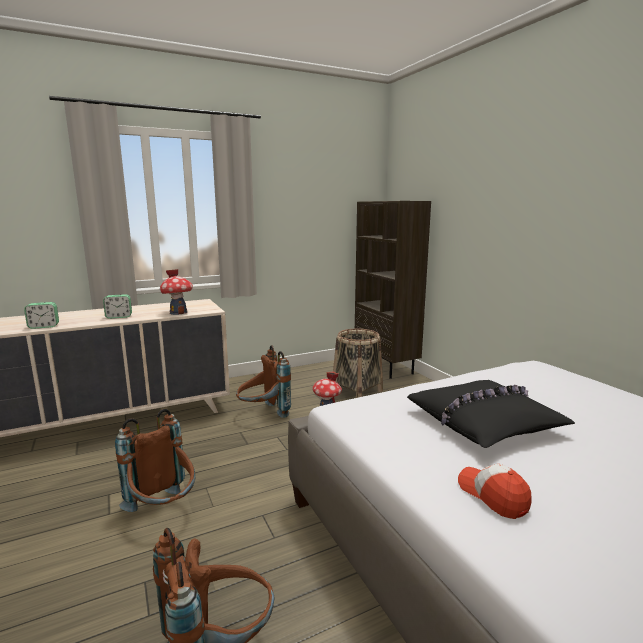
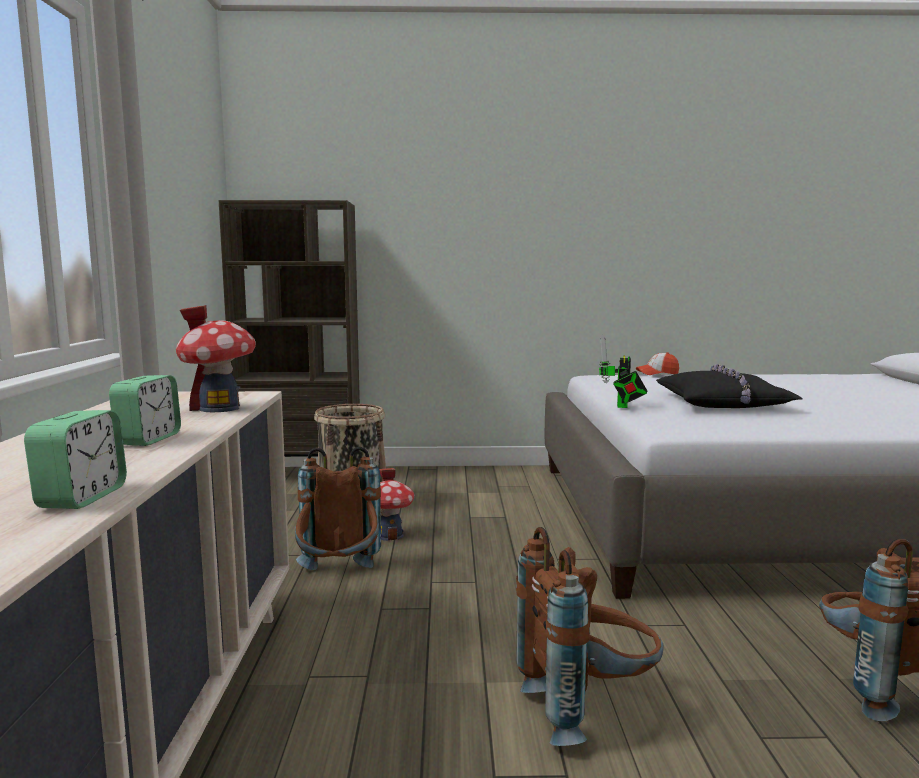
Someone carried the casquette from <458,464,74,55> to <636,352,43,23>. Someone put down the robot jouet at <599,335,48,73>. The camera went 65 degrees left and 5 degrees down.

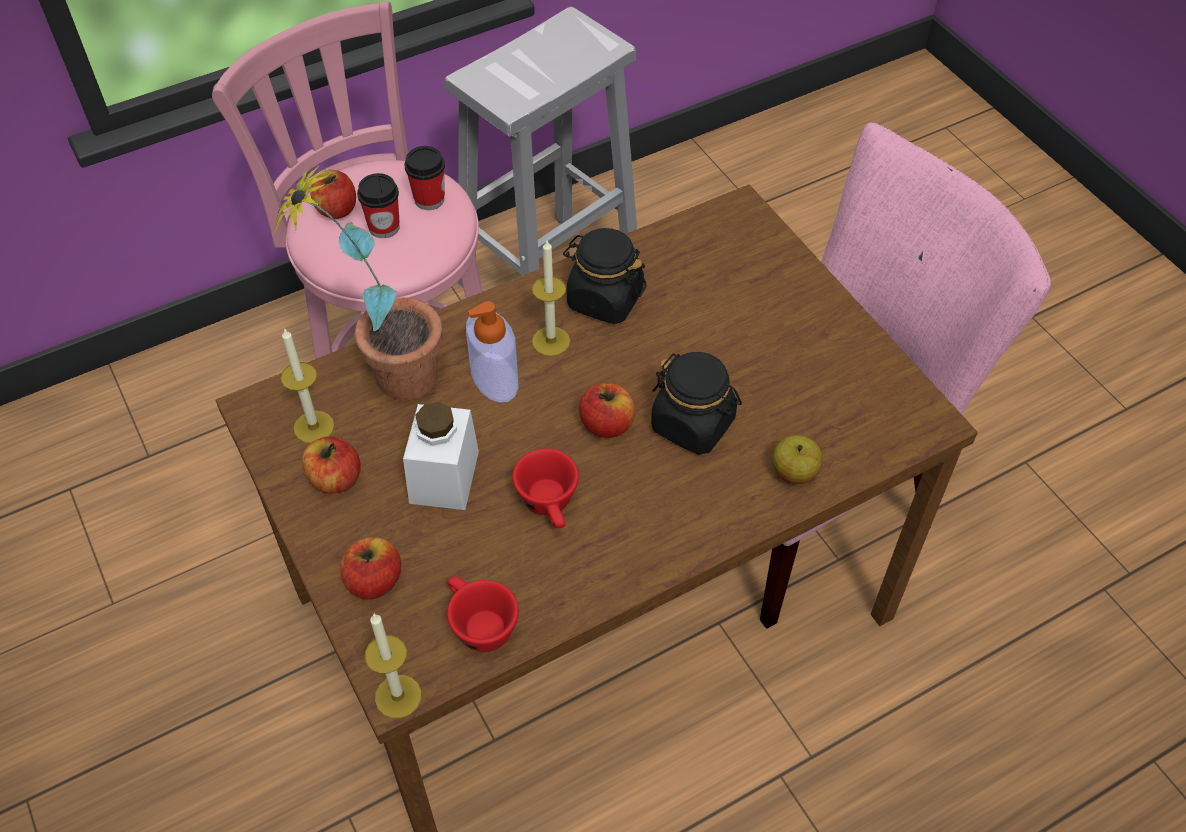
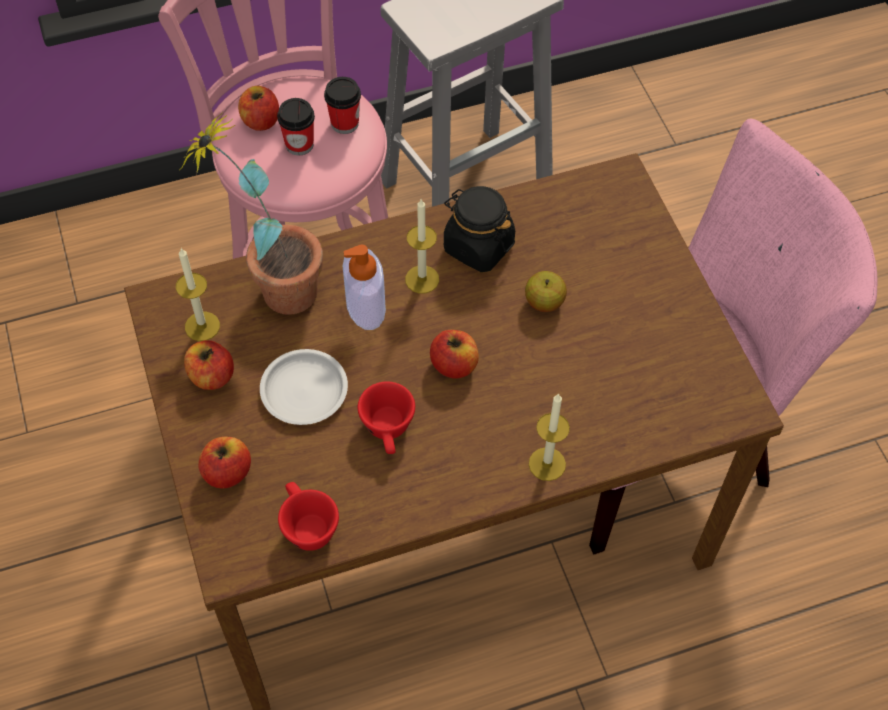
Someone carried the bougie from <365,614,57,105> to <529,393,41,88>. Someone swapped the bocal [blanc] at <403,402,76,108> for the assiette [blanc] at <260,349,88,76>. Someone took away the bocal [noir] at <651,352,91,103>. Someone carried the pomme from <772,435,51,49> to <525,271,42,41>. The camera went 10 degrees right and 5 degrees up.

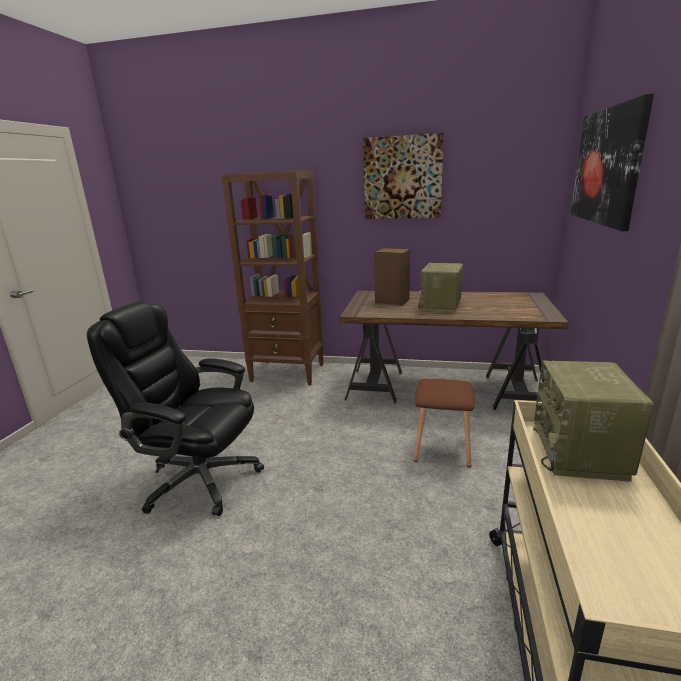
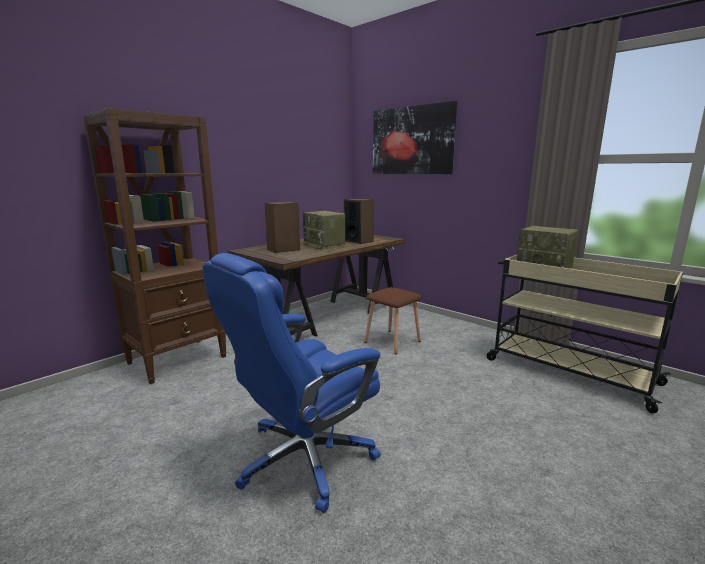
Someone repainted the chaise de bureau [noir] at <87,301,177,215>, which became the chaise de bureau [bleu] at <203,253,178,260>. Someone took away the tableau at <363,133,81,86>. Someone put down the enceinte at <344,198,30,46>. The camera went 60 degrees left and 5 degrees down.

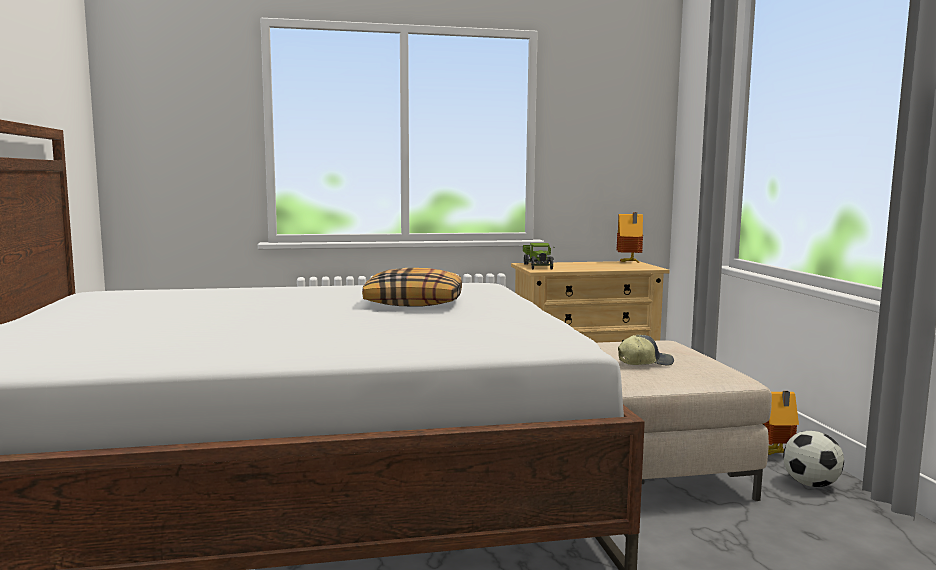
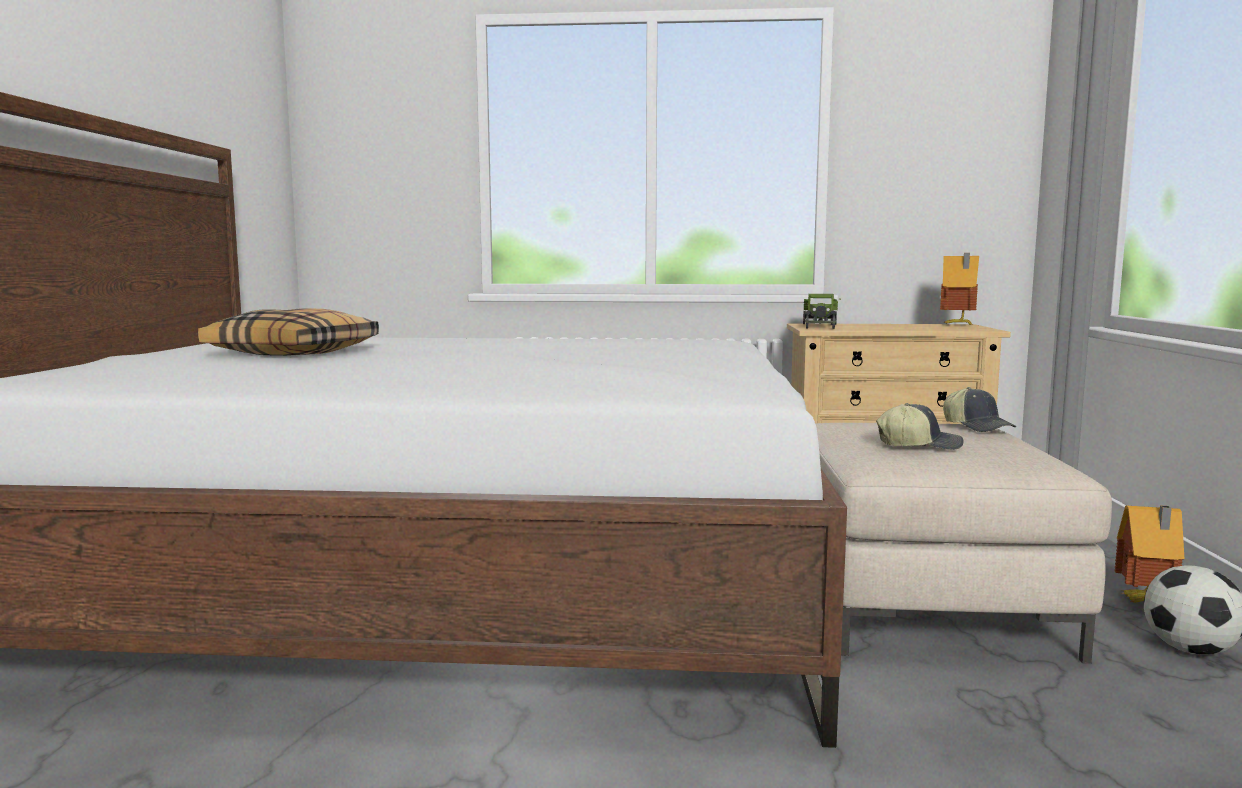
Someone carried the coussin from <362,268,100,38> to <198,308,181,48>. Someone put down the casquette at <943,387,73,45>. The camera went 15 degrees right and 0 degrees up.

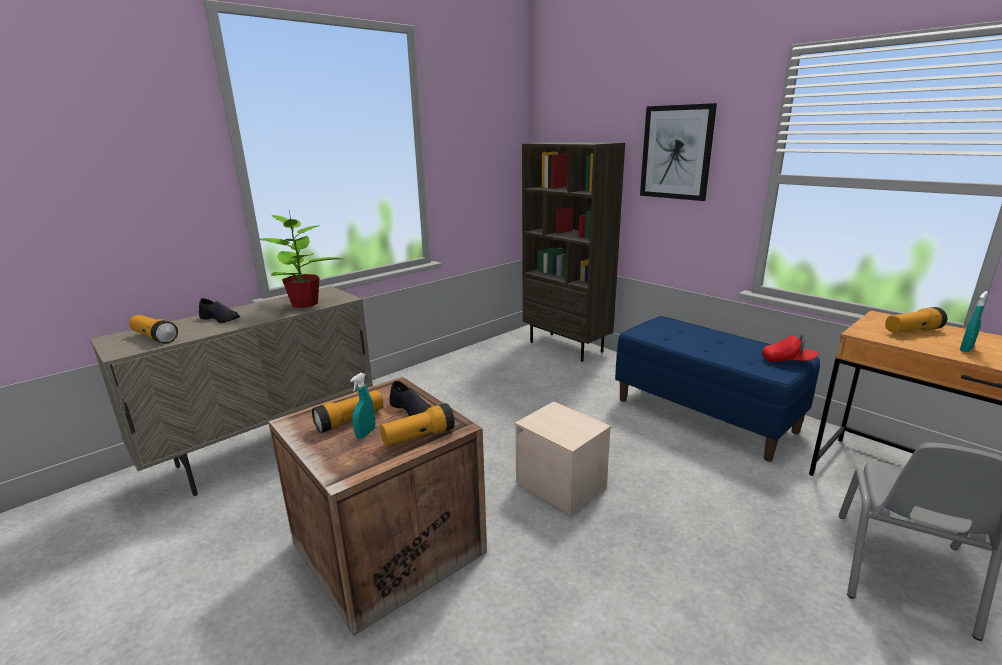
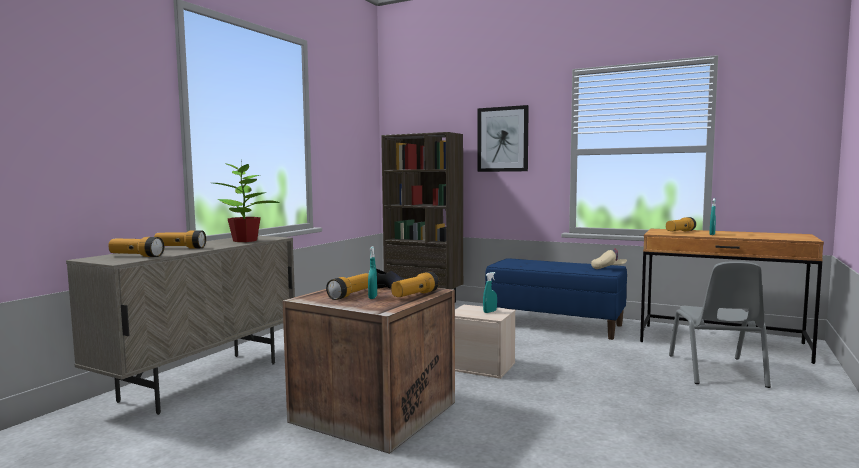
Someone swapped the chaussure [noir] at <199,298,41,25> for the lampe de poche at <154,230,52,18>. Someone repainted the casquette [rouge] at <762,334,56,28>, which became the casquette [beige] at <591,248,36,21>. Someone put down the vaporisateur [turquoise] at <483,272,14,41>. The camera went 20 degrees left and 15 degrees down.

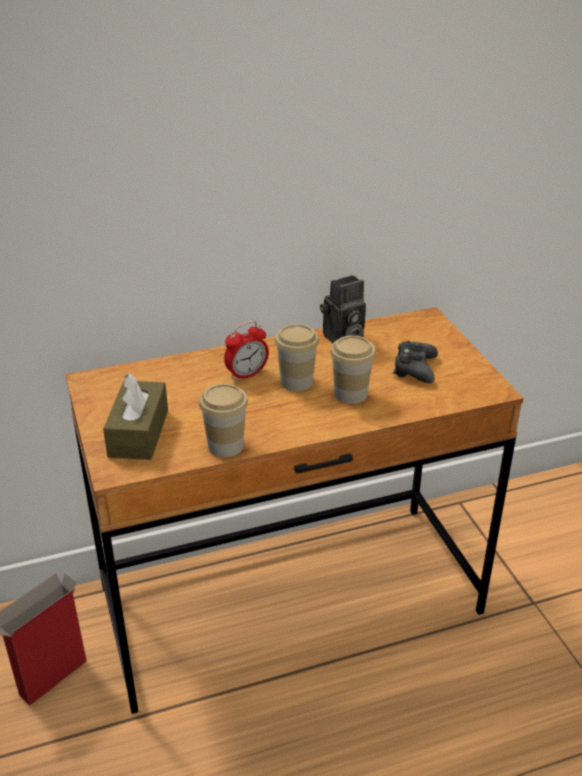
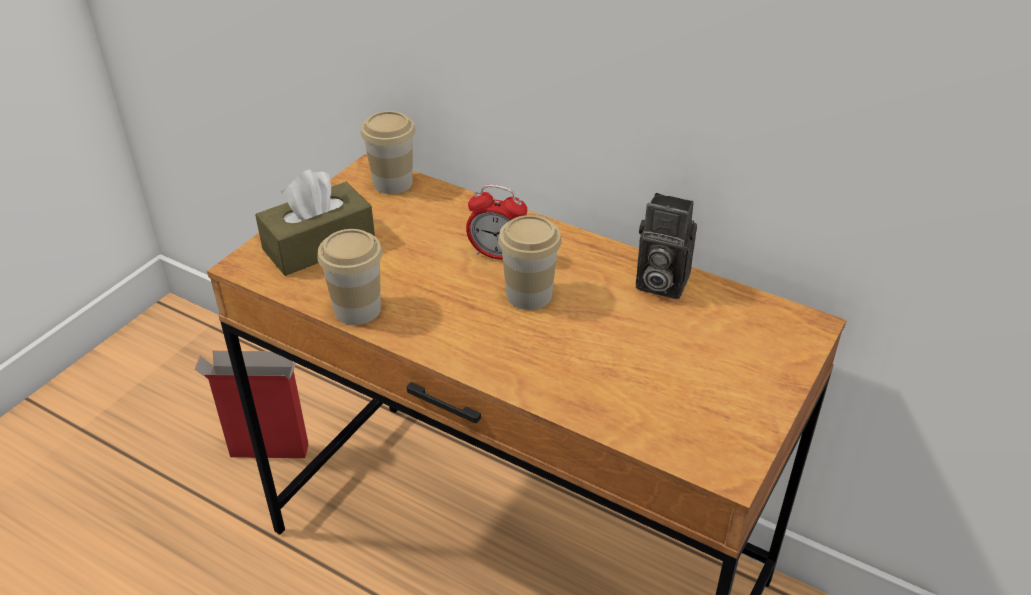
Someone carried the tasse from <330,335,46,69> to <361,111,54,83>. Someone took away the manette [noir] at <393,341,45,42>. The camera went 50 degrees right and 5 degrees up.

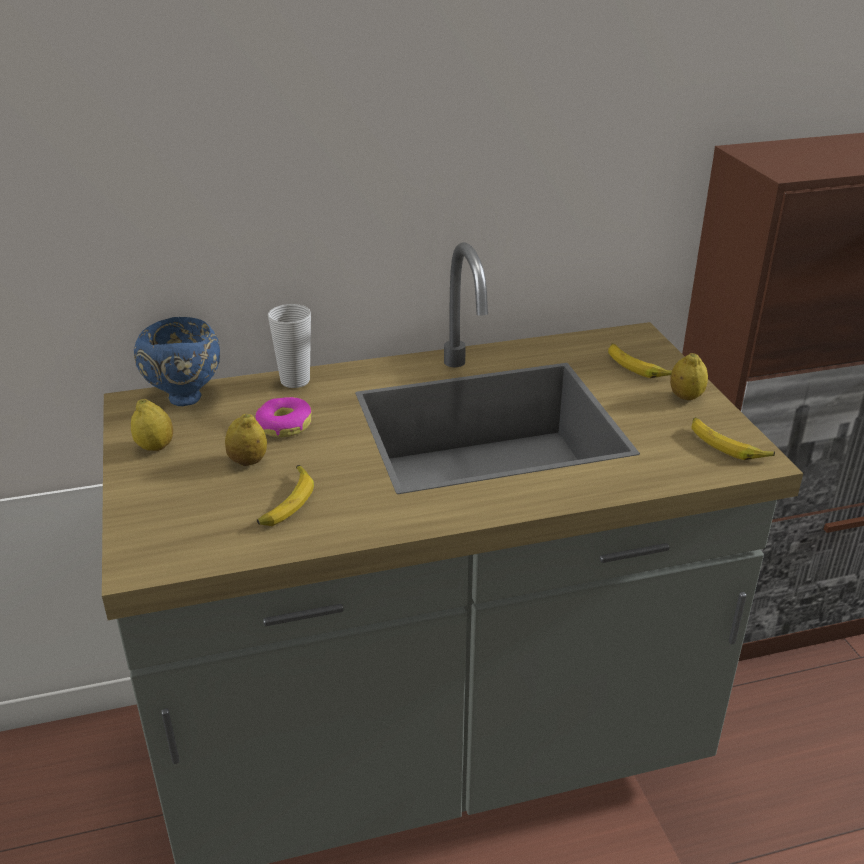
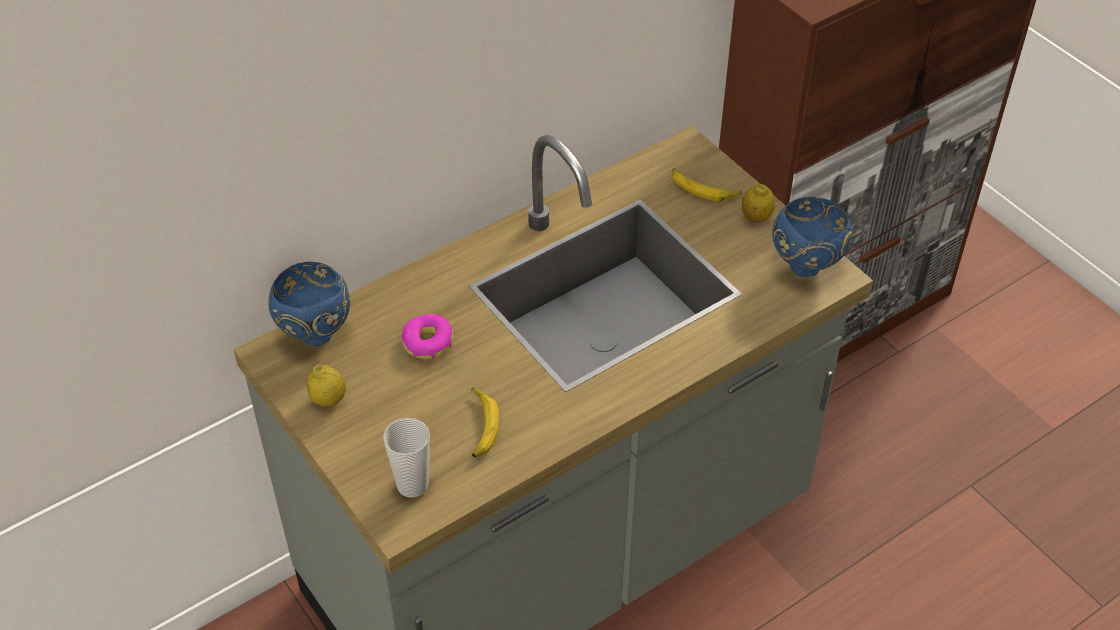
Someone took away the citron at <225,413,42,53>. Someone carried the tasse from <268,304,43,84> to <383,418,47,80>. Someone swapped the banane at <691,417,84,43> for the bol [bleu] at <772,197,80,80>. The camera went 20 degrees left and 15 degrees up.

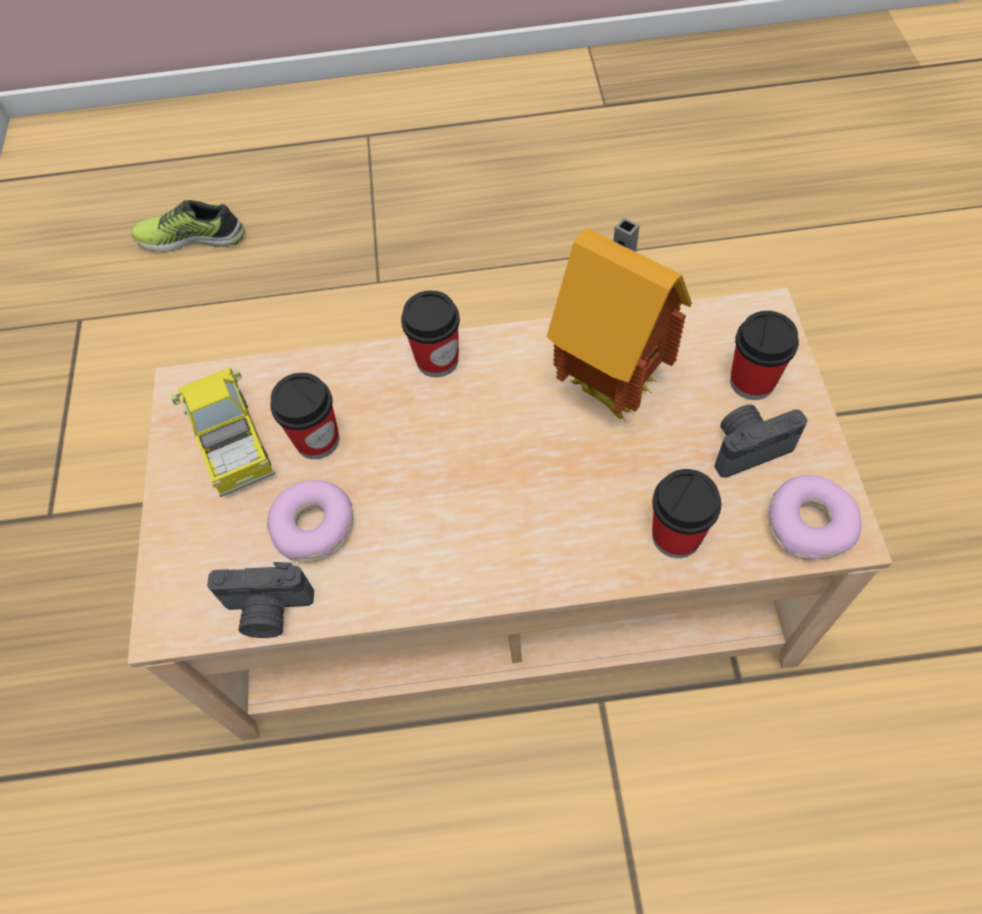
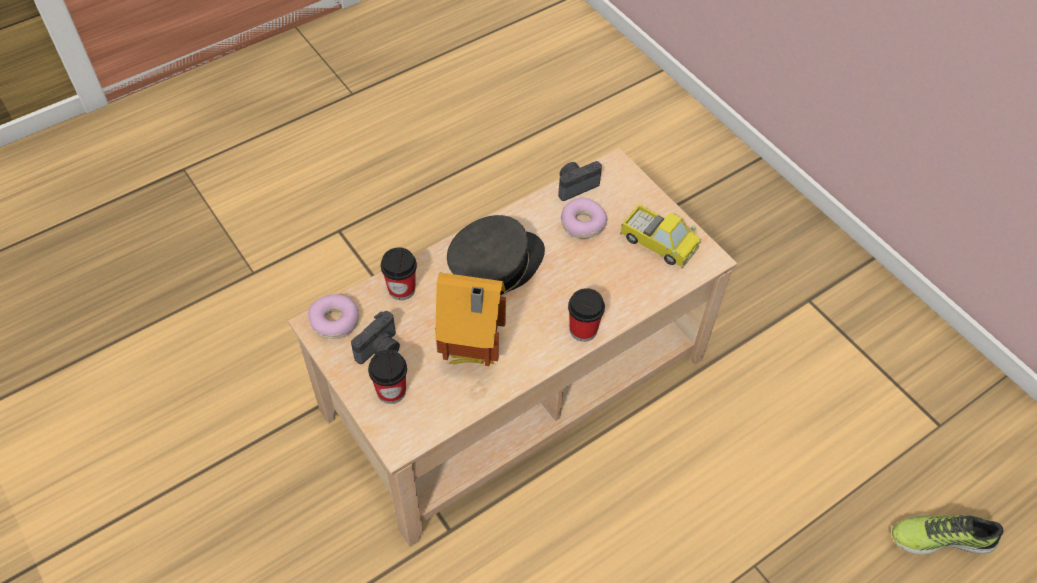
Someone rotated the chaussure at <131,200,114,52> by 150 degrees counterclockwise. Someone took away the tasse at <270,373,69,86>. Someone put down the casquette [gris] at <447,215,98,80>. The camera went 145 degrees right and 5 degrees down.

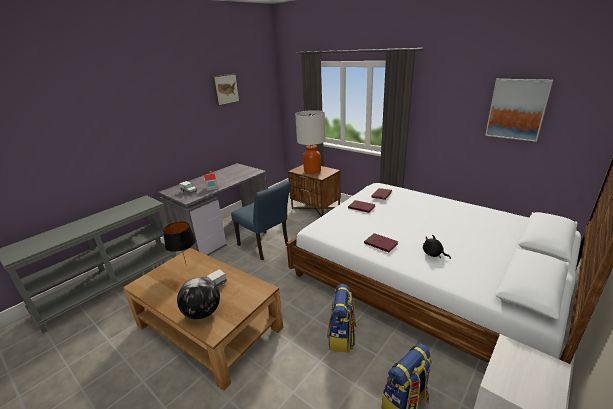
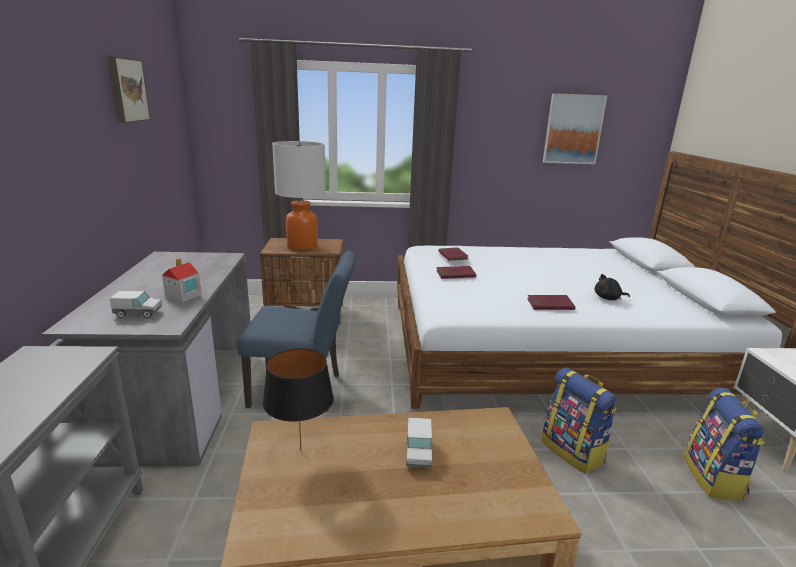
Someone took away the globe at <177,277,43,43>. The camera went 45 degrees left and 5 degrees down.

